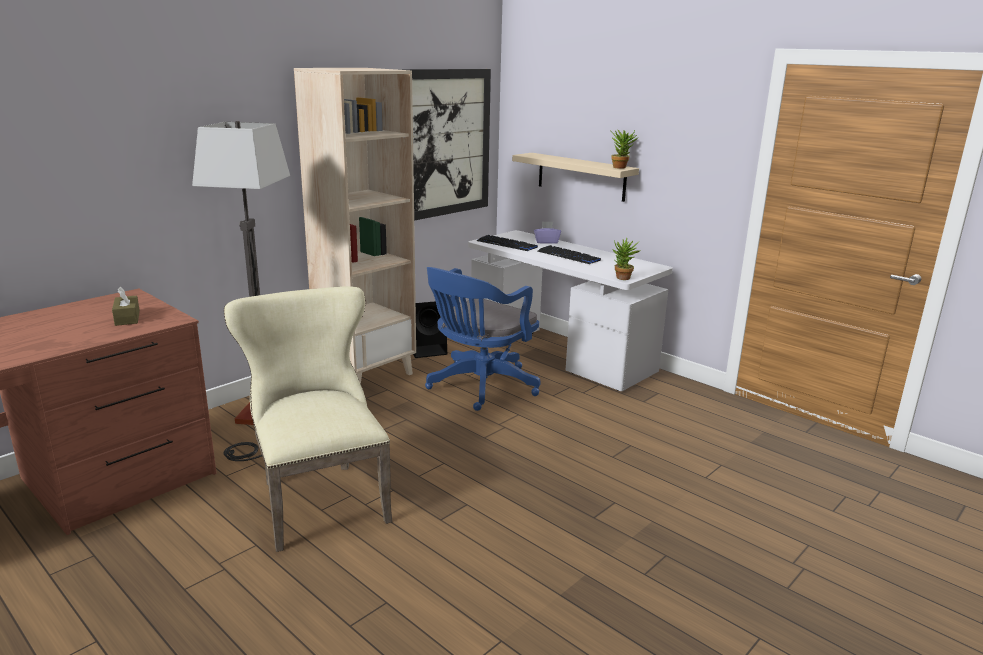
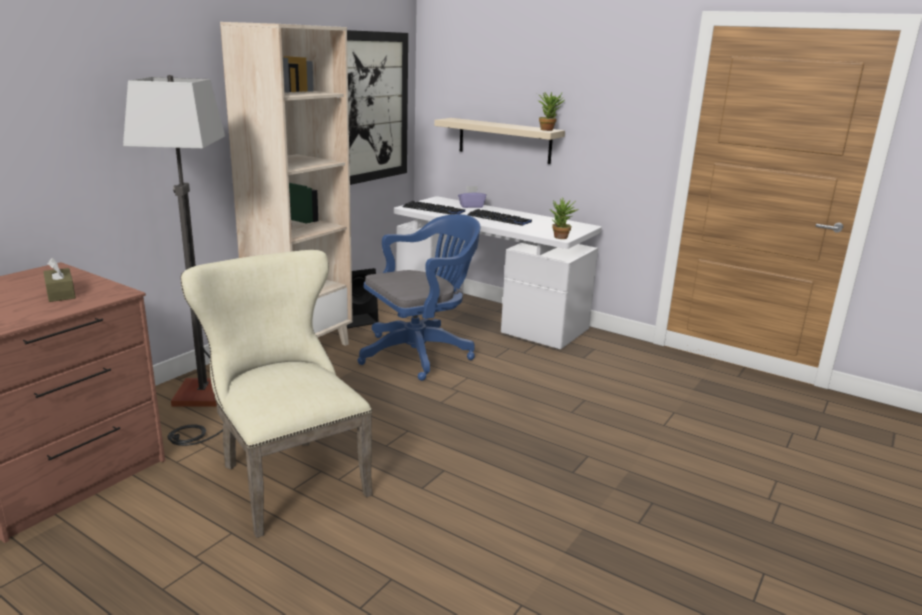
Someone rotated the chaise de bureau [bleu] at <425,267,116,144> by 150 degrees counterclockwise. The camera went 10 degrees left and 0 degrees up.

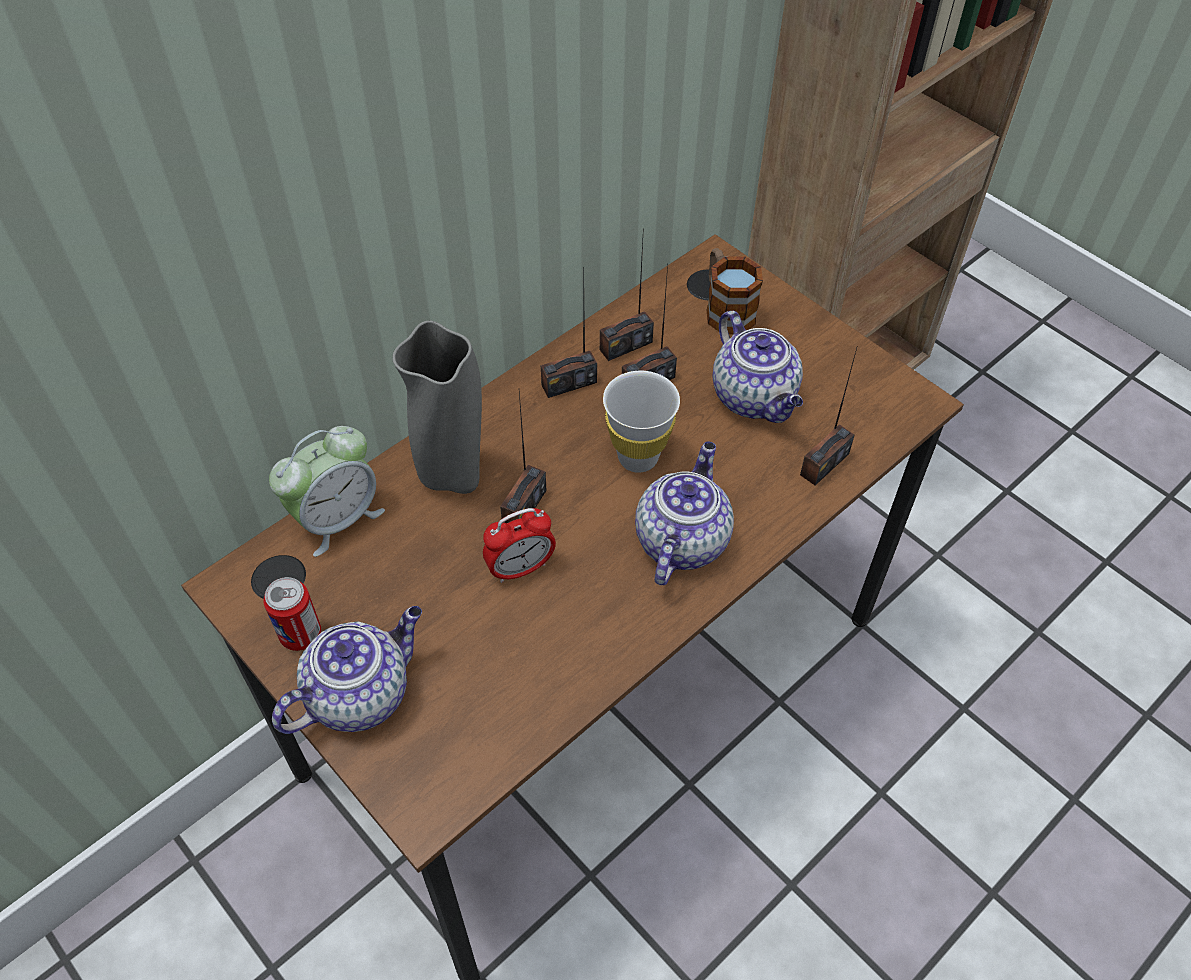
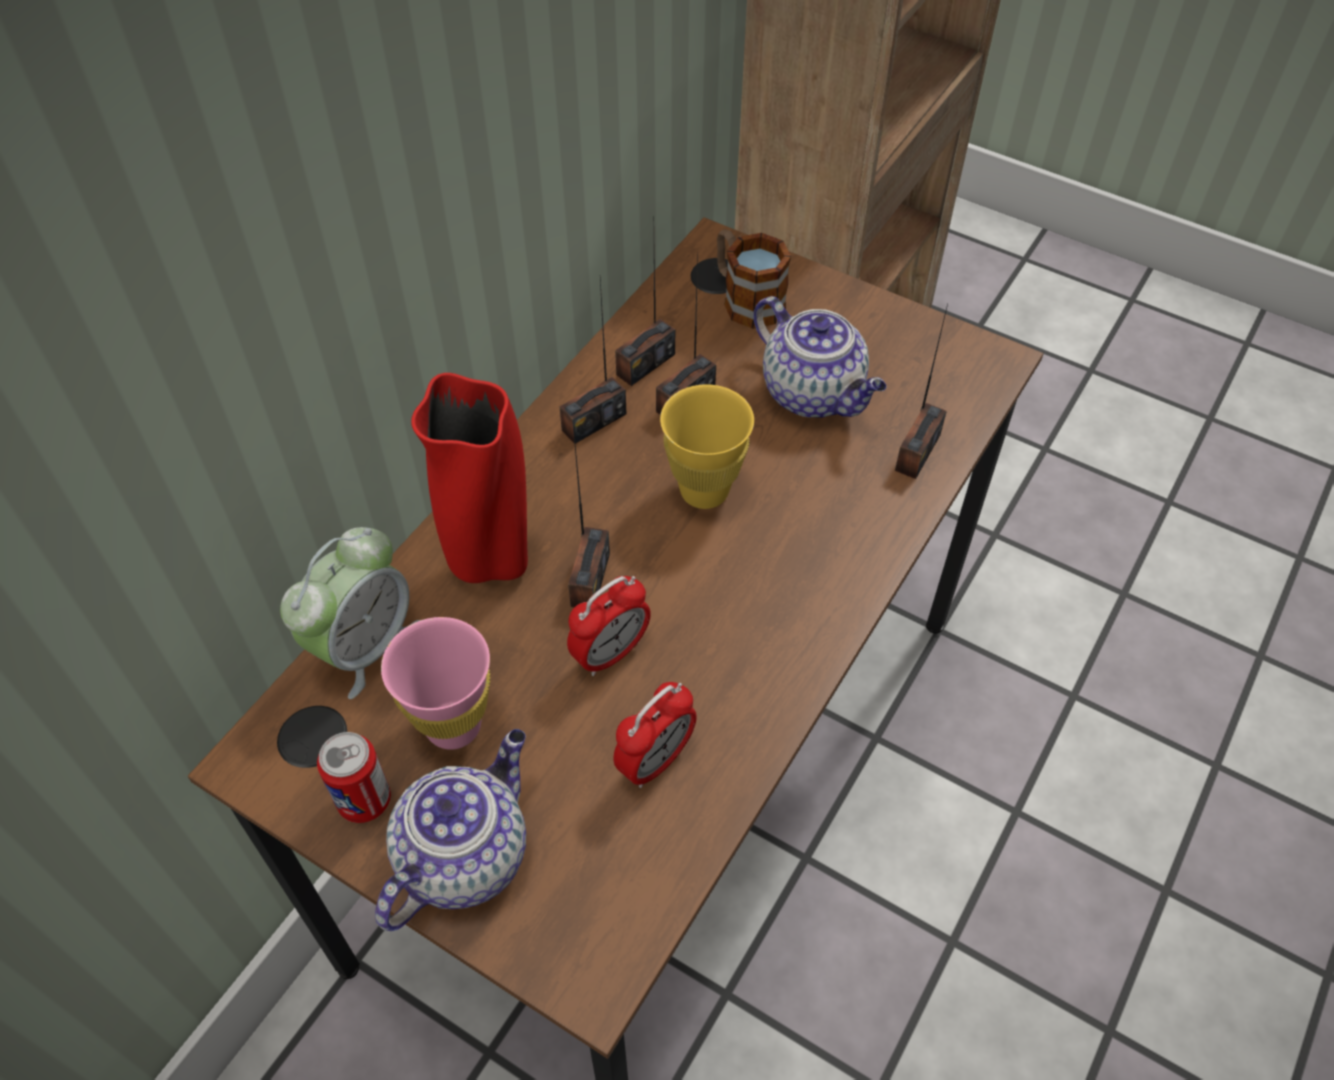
Someone repainted the vase [gris] at <392,321,90,173>, which became the vase [rouge] at <411,373,117,210>. Someone repainted the tasse [blanc] at <603,371,77,102>, which became the tasse [jaune] at <660,384,94,125>. Someone took away the théière at <635,441,99,144>. Someone put down the tasse [rose] at <381,617,109,133>. Someone put down the réveil at <613,682,84,106>. The camera went 15 degrees left and 0 degrees up.

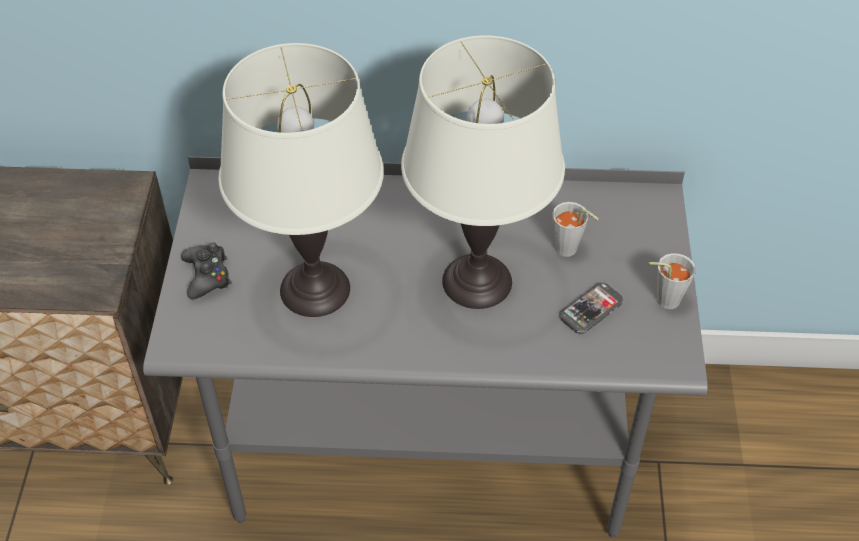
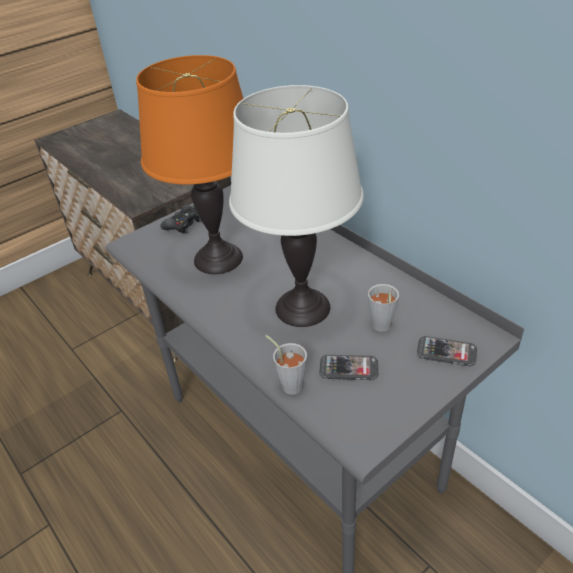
Someone repainted the lampe de table [blanc] at <219,43,165,274>, which became the lampe de table [orange] at <136,55,108,219>. Someone carried the tasse [gris] from <648,253,48,56> to <265,335,42,60>. Someone put down the téléphone at <417,336,60,30>. The camera went 50 degrees right and 10 degrees down.

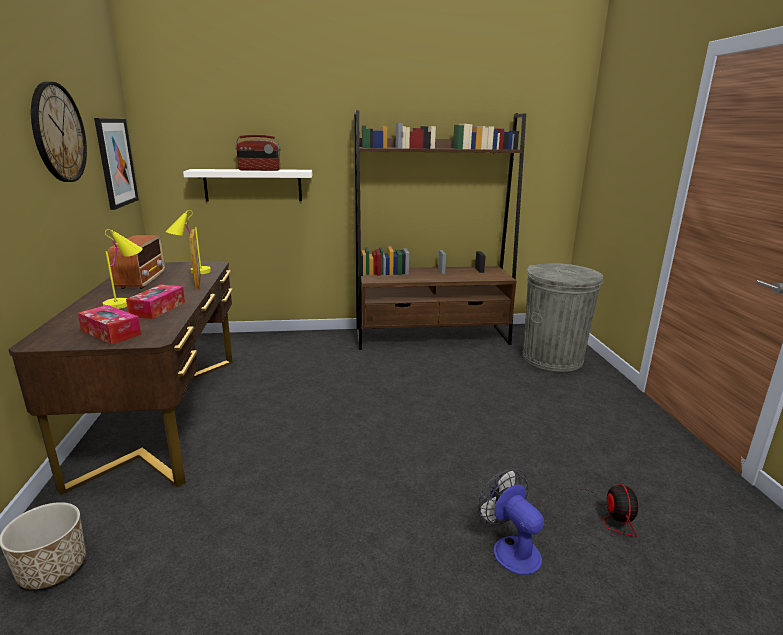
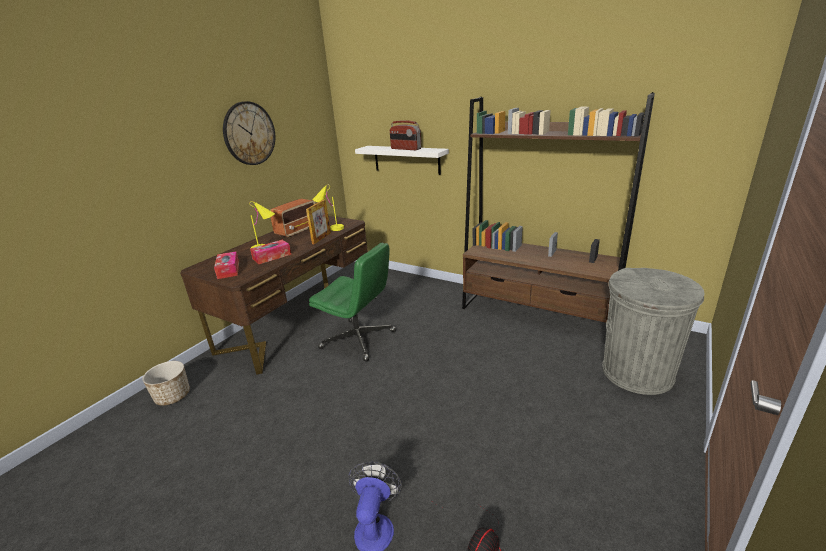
Someone took away the tableau at <94,118,45,92>. Someone put down the chaise de bureau [vert] at <309,243,87,119>. The camera went 40 degrees right and 5 degrees up.

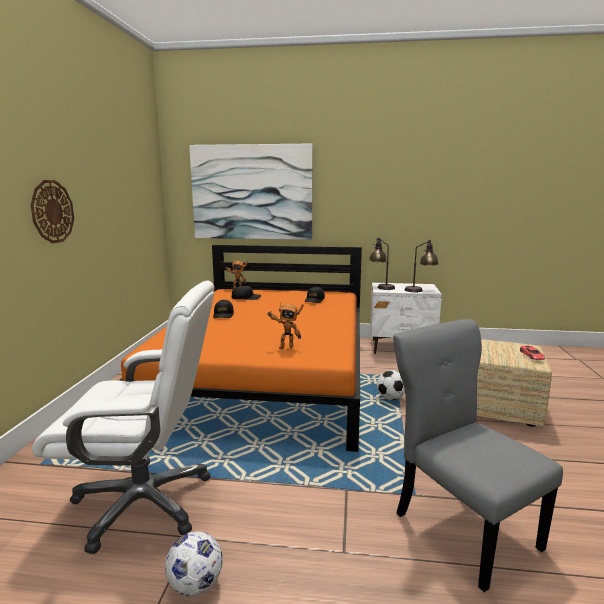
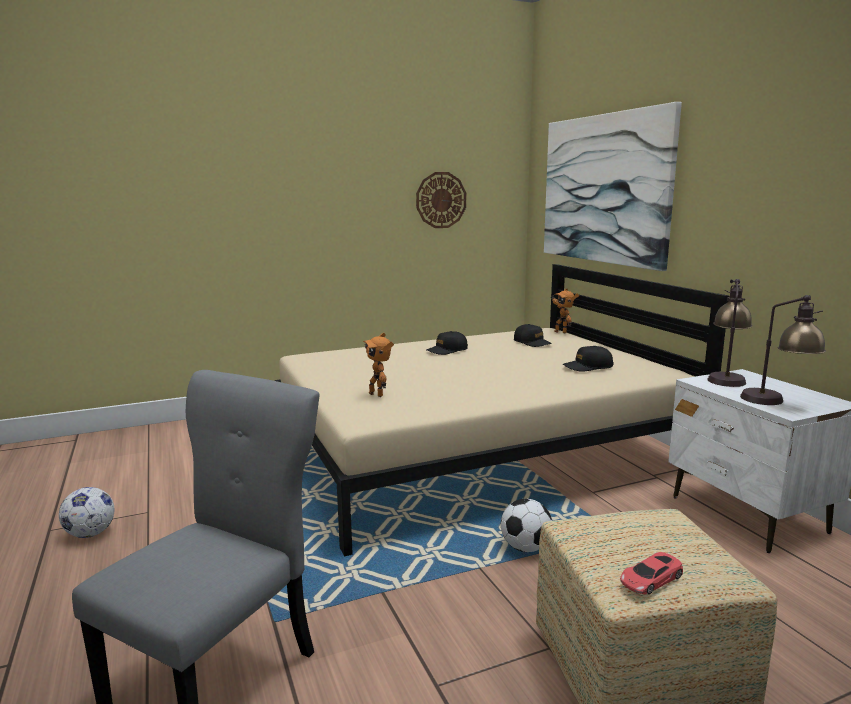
Someone carried the horloge murale from <30,180,44,63> to <416,172,50,56>. Someone took away the chaise de bureau [blanc] at <32,280,183,274>. Someone repainted the lit [orange] at <119,245,243,207>, which became the lit [beige] at <275,264,454,293>. The camera went 60 degrees right and 0 degrees up.

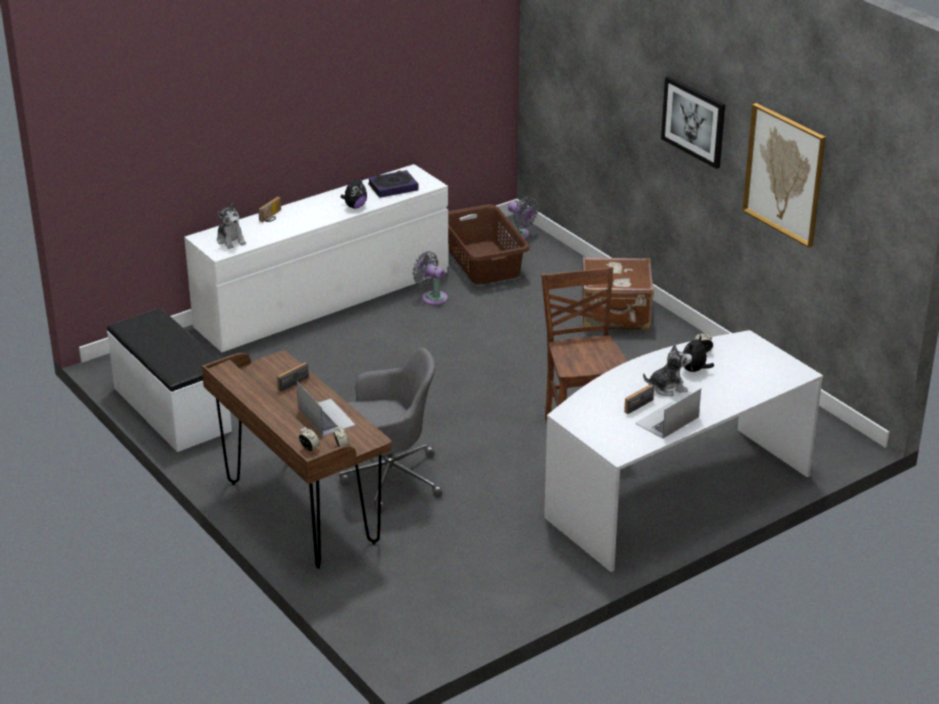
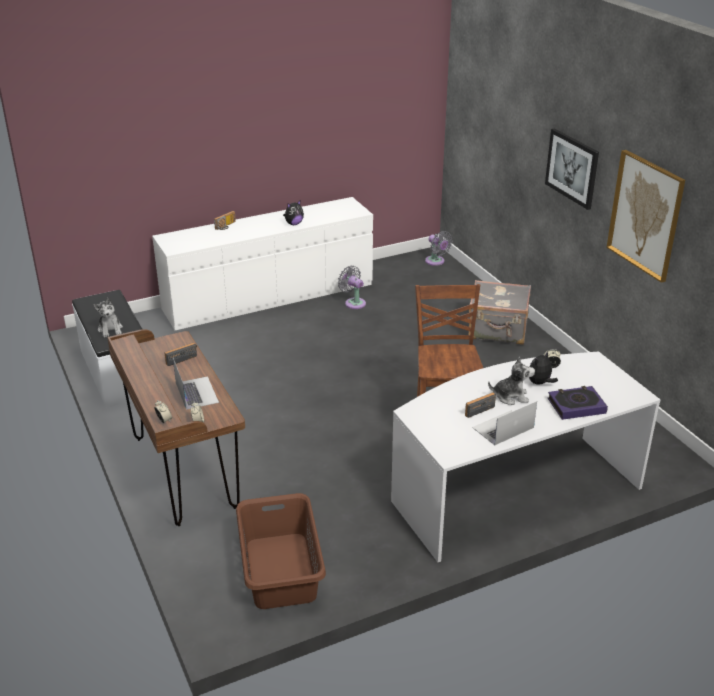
Someone carried the peluche from <217,203,29,46> to <94,297,29,41>. Someone took away the chaise de bureau [gris] at <339,348,103,165>. Someone carried the livre from <368,170,51,28> to <548,386,60,34>. Someone carried the panier à linge [marron] from <448,204,82,80> to <236,493,90,116>. Someone repainted the valise [marron] at <582,257,72,73>, which became the valise [gris] at <469,280,62,65>. The camera went 10 degrees right and 0 degrees up.

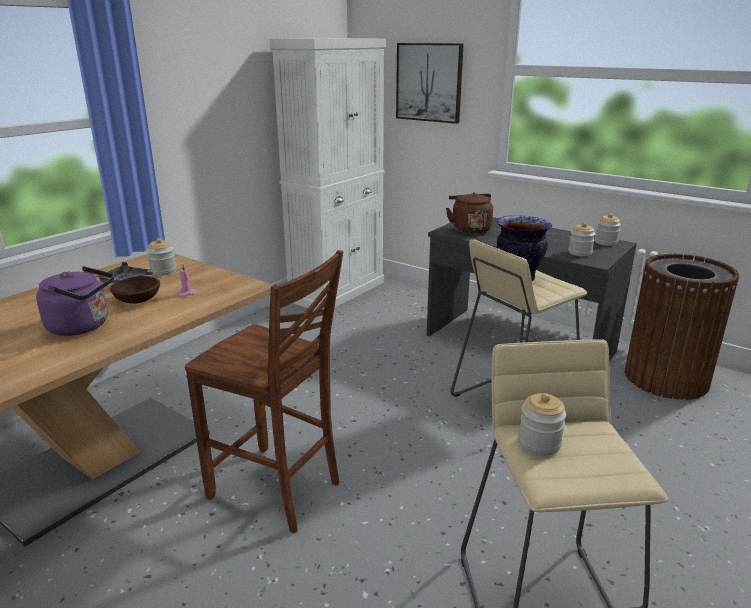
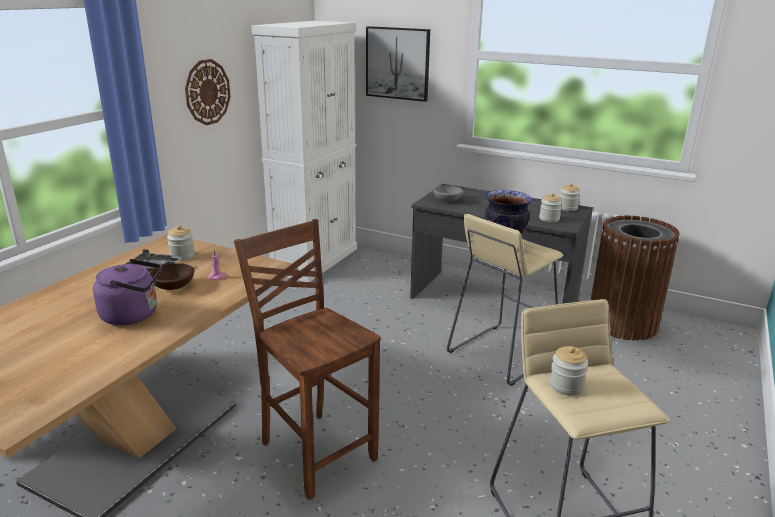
Someone rotated the chaise [marron] at <185,250,158,283> by 150 degrees counterclockwise. Someone swapped the bouilloire [marron] at <446,192,47,42> for the bol [gris] at <433,185,31,17>. Someone put up the horloge murale at <185,59,45,66>. The camera went 10 degrees left and 0 degrees up.

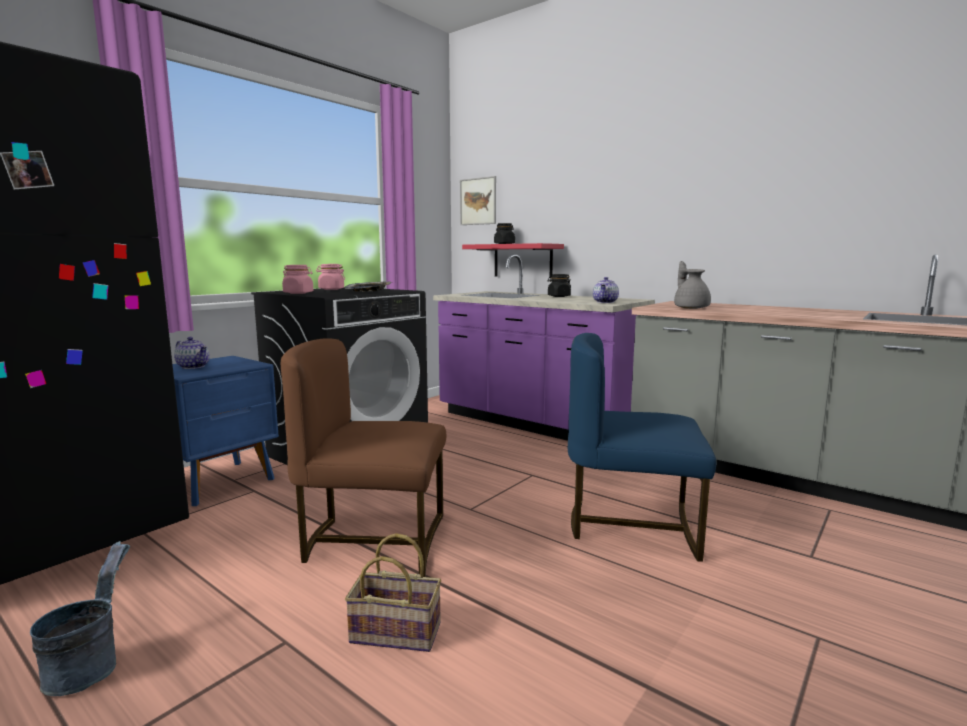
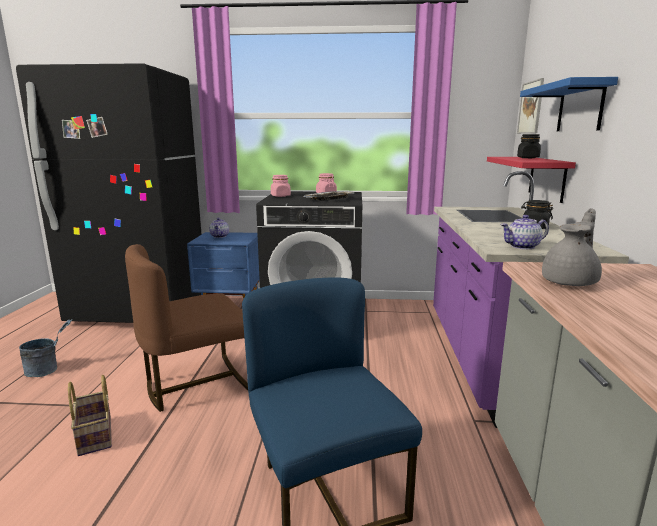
Someone rotated the chaise [marron] at <281,338,165,239> by 90 degrees counterclockwise. Someone put up the étagère [bleu] at <520,77,98,54>. The camera went 55 degrees right and 5 degrees up.

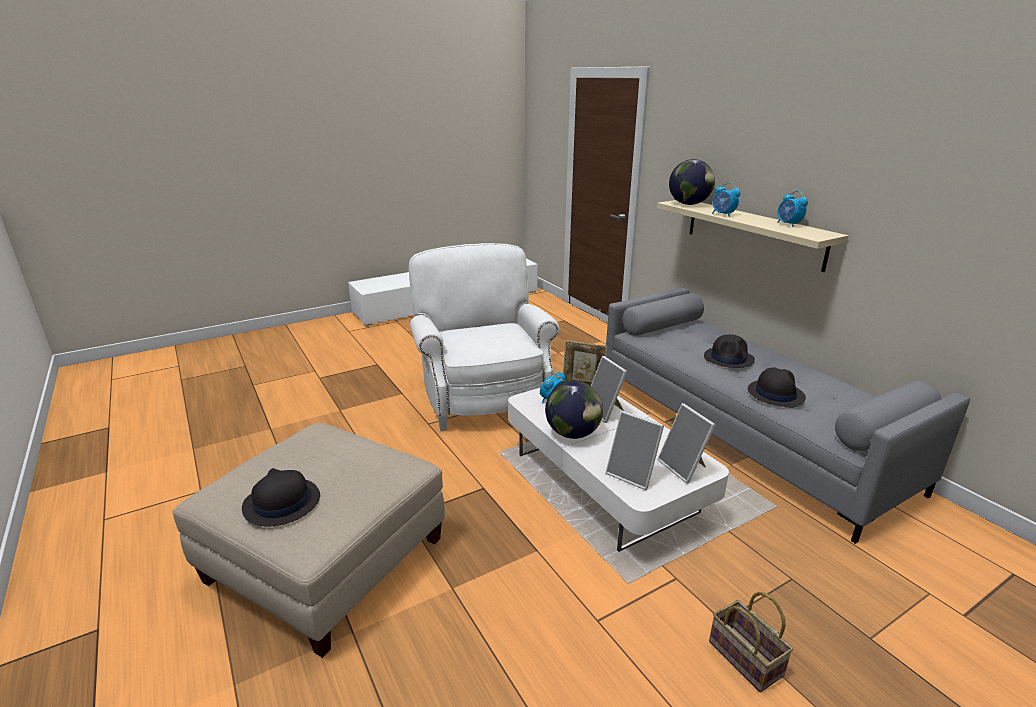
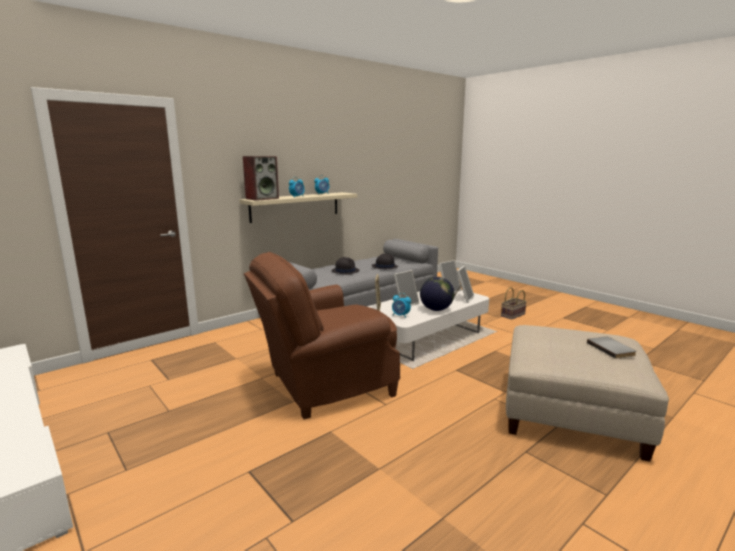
Someone swapped the chapeau [noir] at <242,468,78,59> for the livre [gris] at <587,337,50,22>. Someone repainted the fauteuil [blanc] at <409,243,150,188>, which became the fauteuil [marron] at <244,252,156,167>. Someone swapped the globe at <669,159,46,46> for the enceinte at <243,156,36,45>. The camera went 100 degrees left and 10 degrees down.

